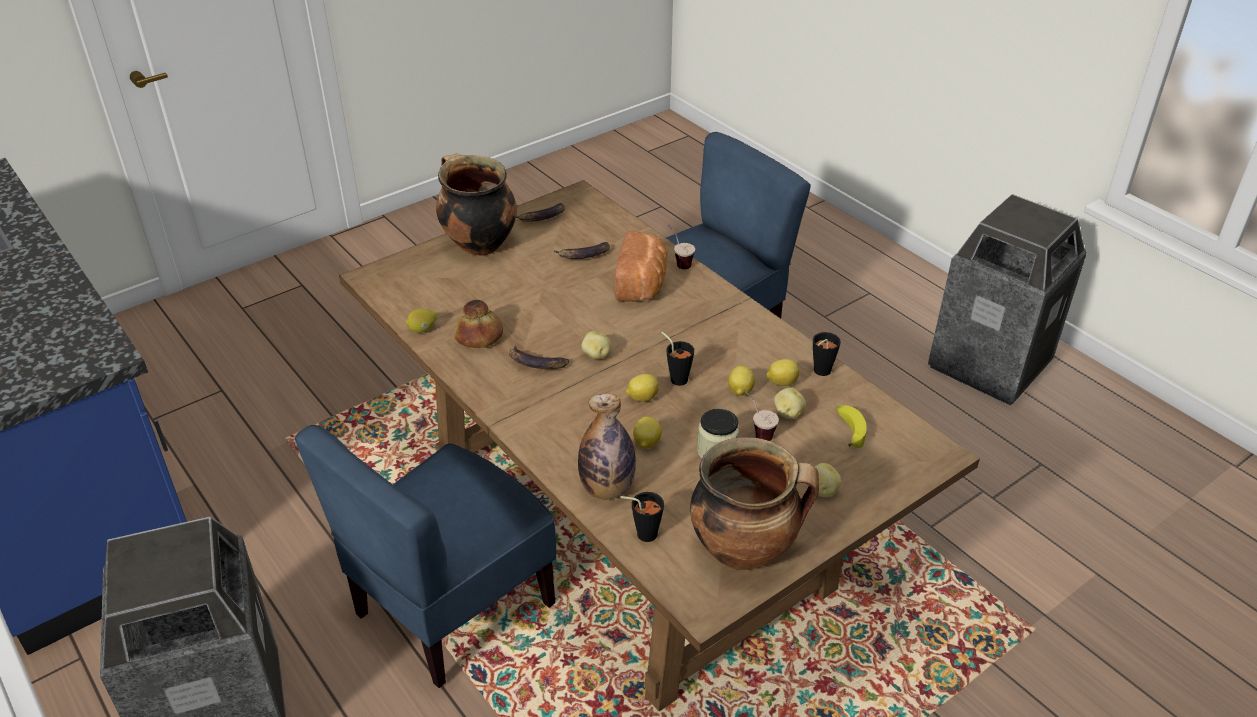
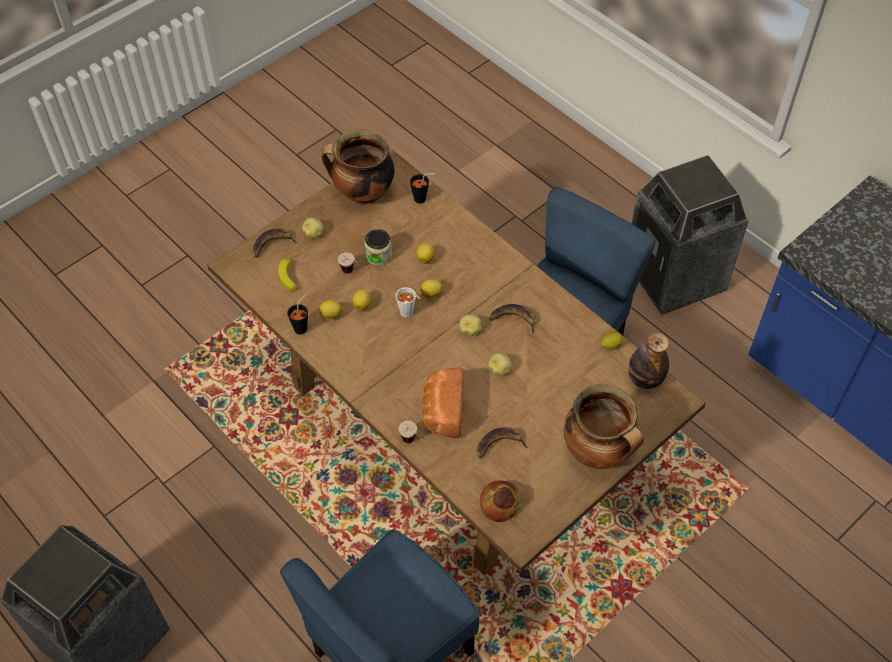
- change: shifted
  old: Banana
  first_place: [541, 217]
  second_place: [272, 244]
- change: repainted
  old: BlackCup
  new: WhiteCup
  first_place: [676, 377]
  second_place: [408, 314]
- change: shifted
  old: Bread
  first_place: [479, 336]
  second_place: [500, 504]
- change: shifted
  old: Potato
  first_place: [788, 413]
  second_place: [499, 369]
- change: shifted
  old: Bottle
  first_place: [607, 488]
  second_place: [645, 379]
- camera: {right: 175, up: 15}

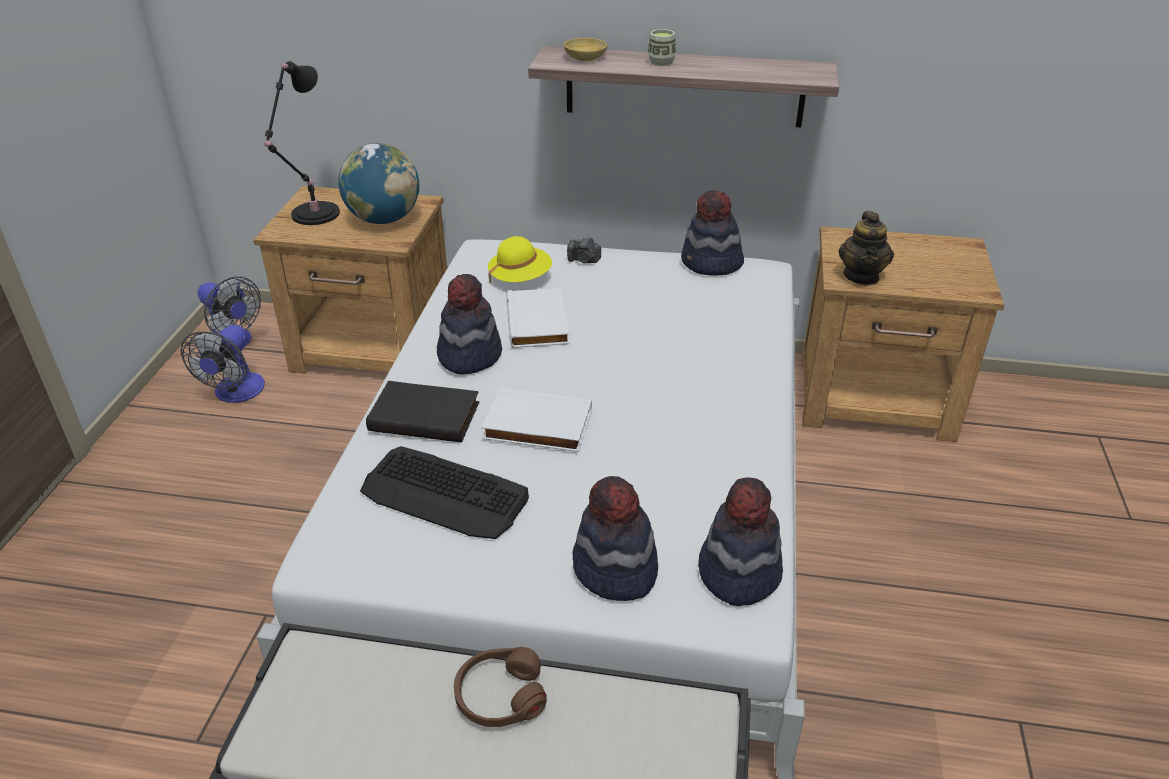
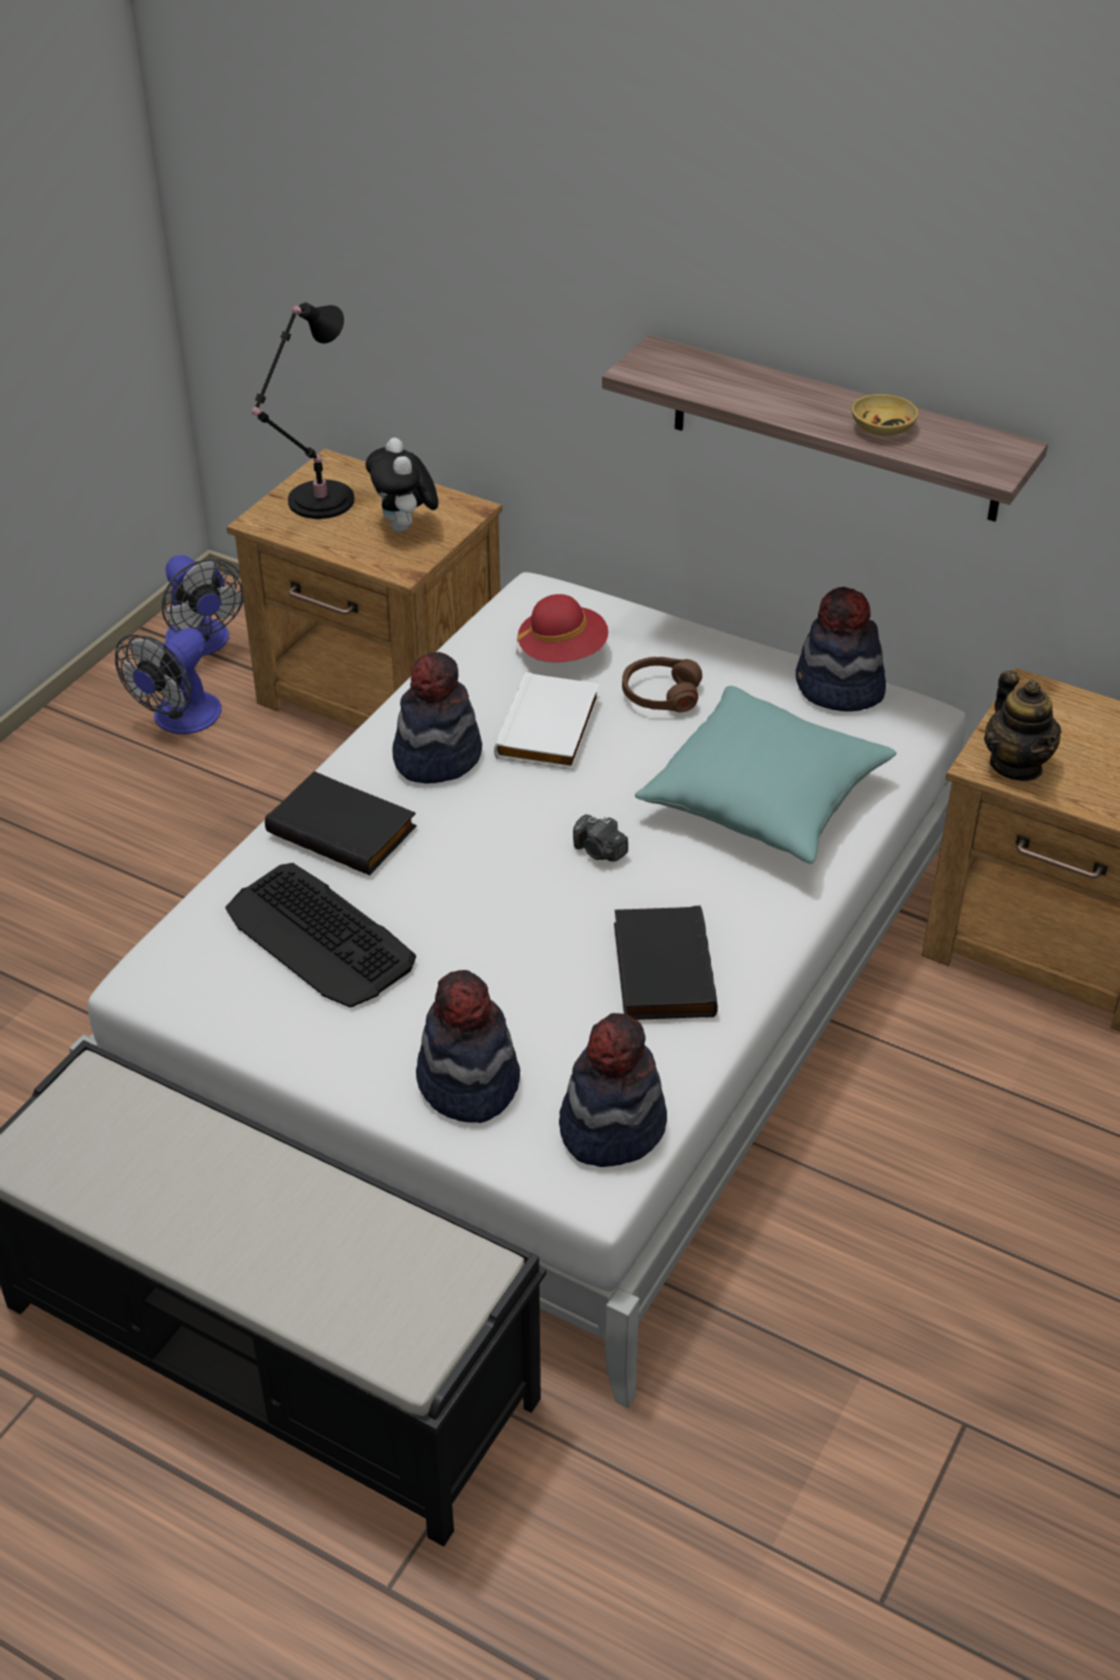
- change: swapped
  old: Globe
  new: PlushToy
  first_place: [384, 219]
  second_place: [405, 528]
- change: repainted
  old: YellowHat
  new: RedHat
  first_place: [520, 278]
  second_place: [562, 652]
- change: shifted
  old: PhotoCamera
  first_place: [584, 260]
  second_place: [599, 851]
- change: new
  new: BlackBook
  second_place: [660, 969]
- change: shifted
  old: BrownHeadphones
  first_place: [500, 696]
  second_place: [660, 694]
- change: new
  new: TurquoisePillow
  second_place: [765, 799]
- change: shifted
  old: BeigeBowl
  first_place: [585, 57]
  second_place: [882, 427]
- change: rotated
  old: Teapot
  first_place: [861, 276]
  second_place: [1016, 765]
  degrees: -45
- change: gone
  old: WhiteBook
  first_place: [536, 427]
- change: gone
  old: Cup
  first_place: [661, 62]
- camera: {right: 20, up: 5}

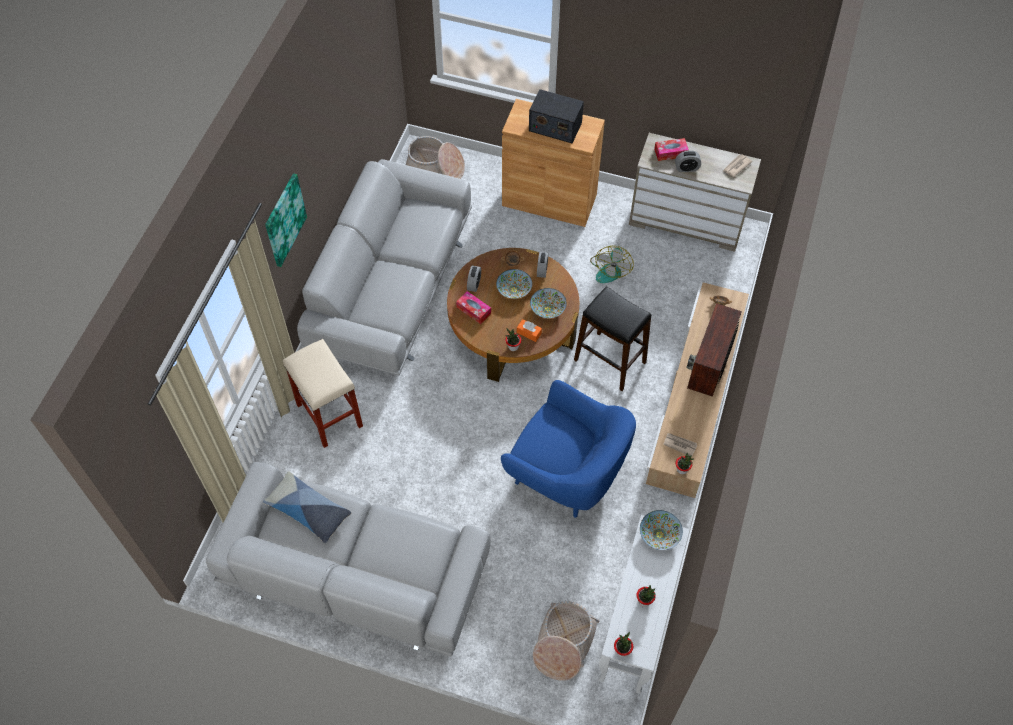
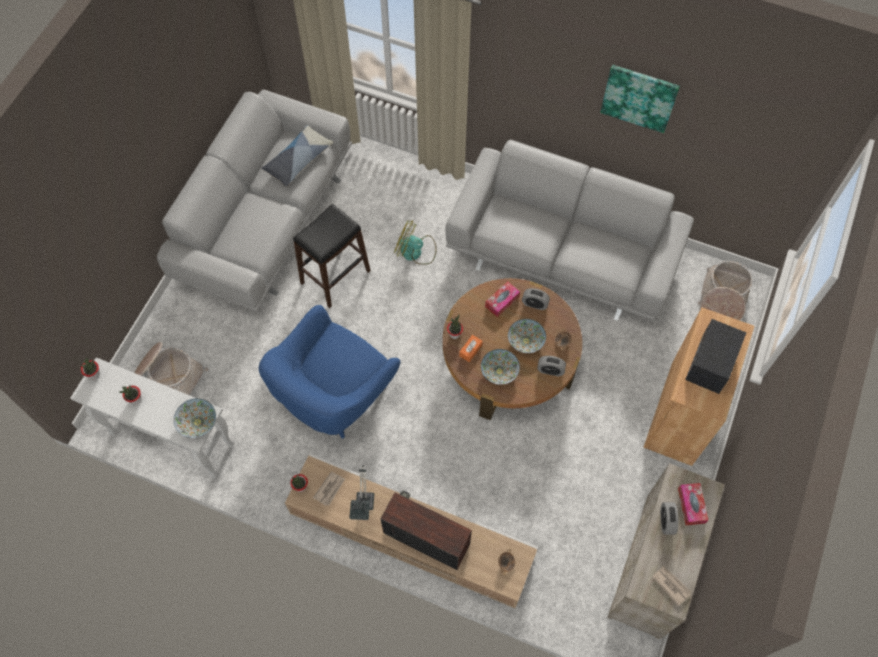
- change: shifted
  old: BlackStool
  first_place: [609, 361]
  second_place: [335, 276]
- change: new
  new: TableLamp
  second_place: [364, 506]
- change: shifted
  old: Fan
  first_place: [610, 269]
  second_place: [416, 251]
- change: shifted
  old: Picture
  first_place: [284, 220]
  second_place: [639, 97]
- change: gone
  old: BeigeStool
  first_place: [328, 415]
- camera: {right: 95, up: 5}

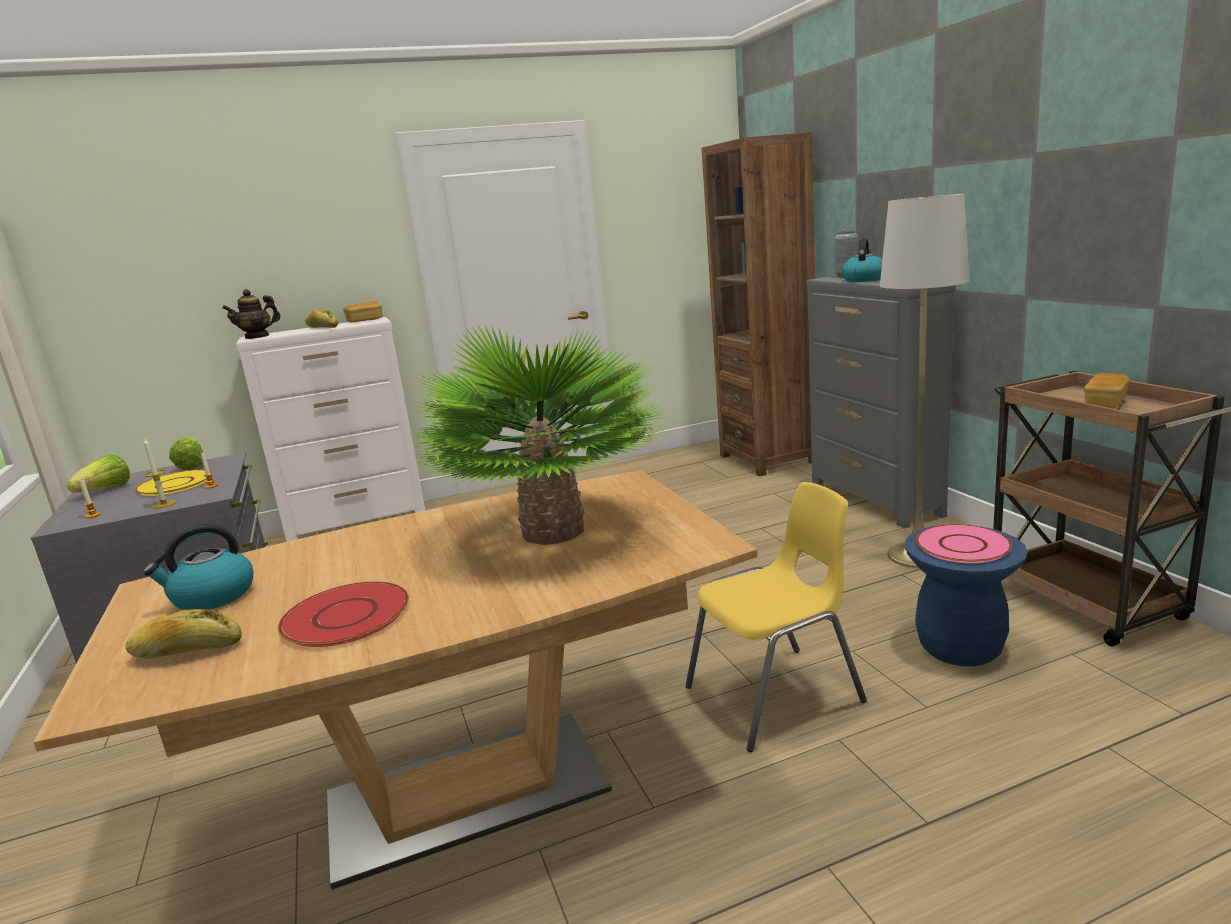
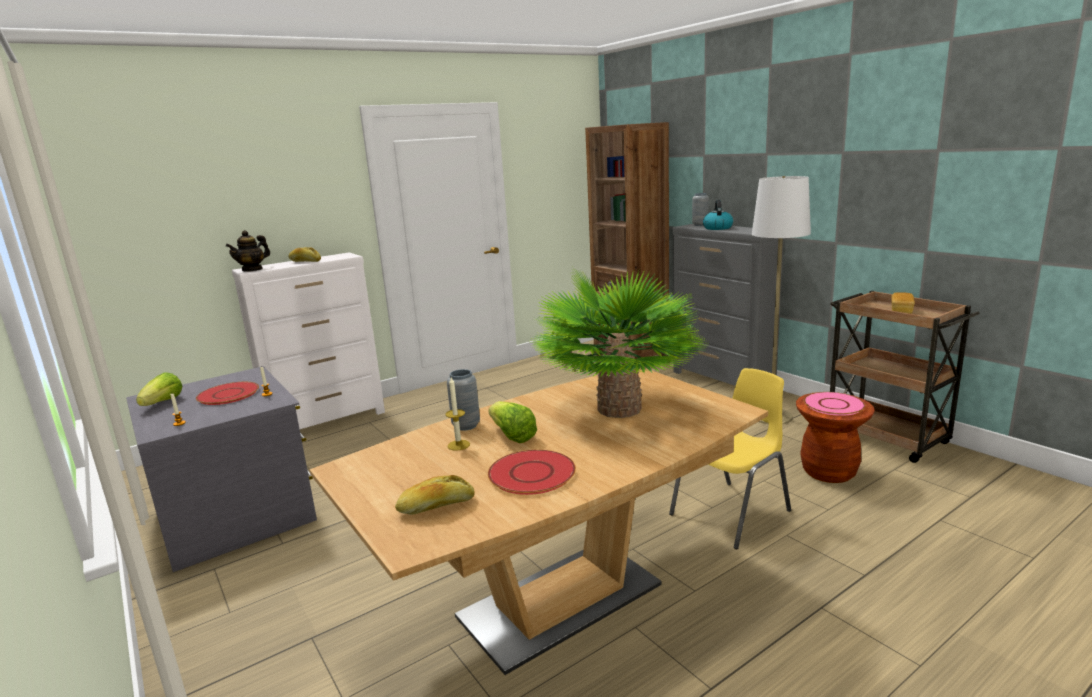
- change: repainted
  old: YellowPlate
  new: RedPlate
  first_place: [174, 484]
  second_place: [228, 394]
- change: shifted
  old: Candle
  first_place: [164, 504]
  second_place: [458, 445]
- change: new
  new: GreyVase
  second_place: [466, 426]
- change: shifted
  old: Lettuce
  first_place: [192, 466]
  second_place: [512, 436]
- change: repainted
  old: BlueStool
  new: BrownStool
  first_place: [960, 648]
  second_place: [828, 472]
- change: gone
  old: Kettle
  first_place: [212, 597]
- change: gone
  old: Bread
  first_place: [365, 320]
- camera: {right: -15, up: 0}

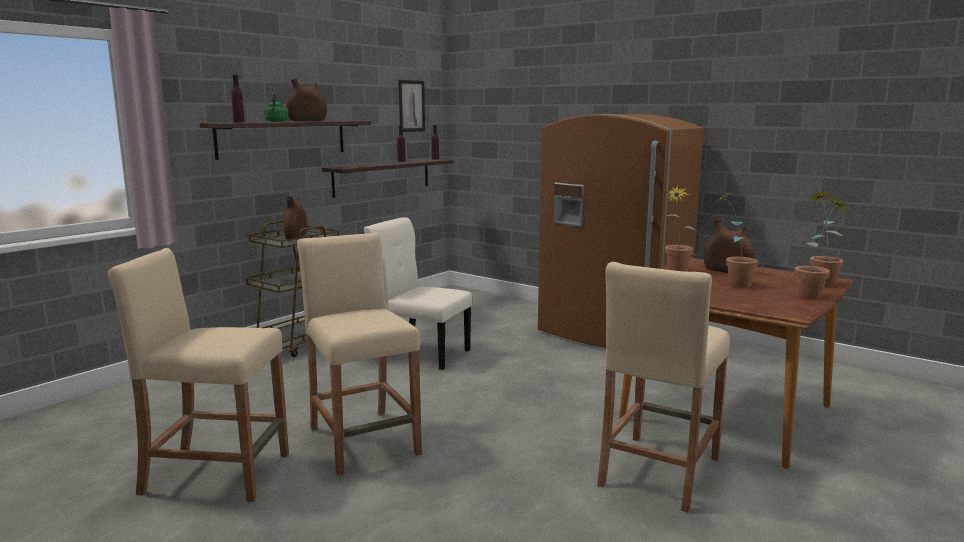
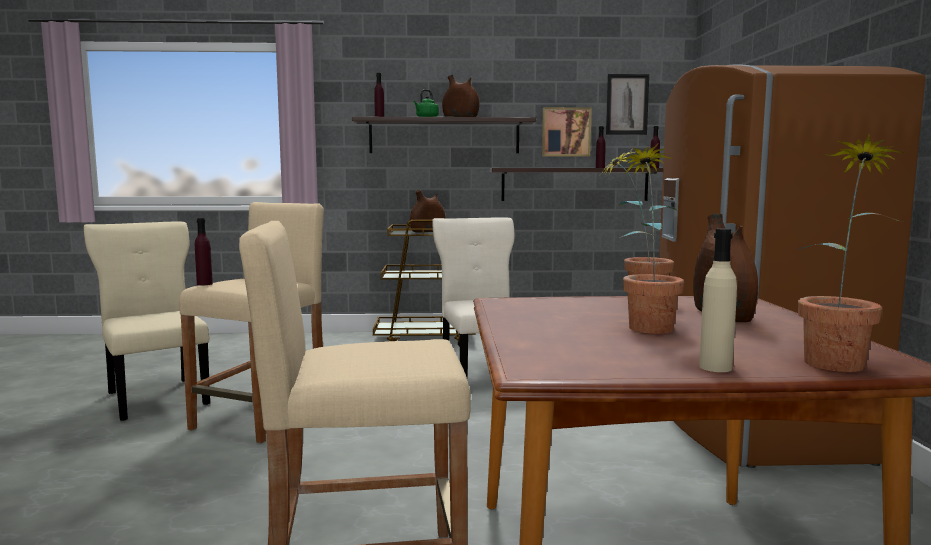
- change: swapped
  old: BeigeStool
  new: BeigeChair
  first_place: [216, 473]
  second_place: [157, 397]
- change: new
  new: PurpleBottle
  second_place: [204, 284]
- change: new
  new: Picture
  second_place: [566, 132]
- change: swapped
  old: PottedPlant
  new: BeigeBottle
  first_place: [815, 295]
  second_place: [715, 367]
- camera: {right: 50, up: -5}

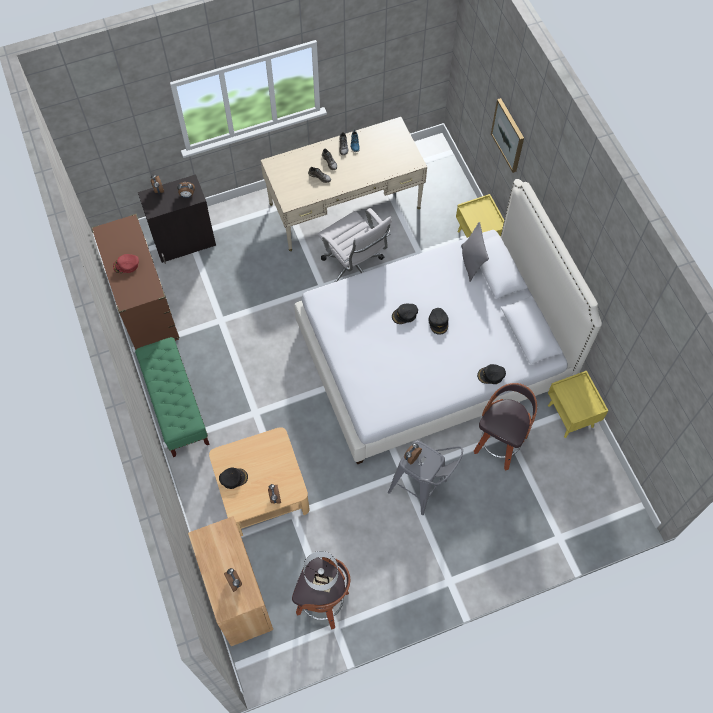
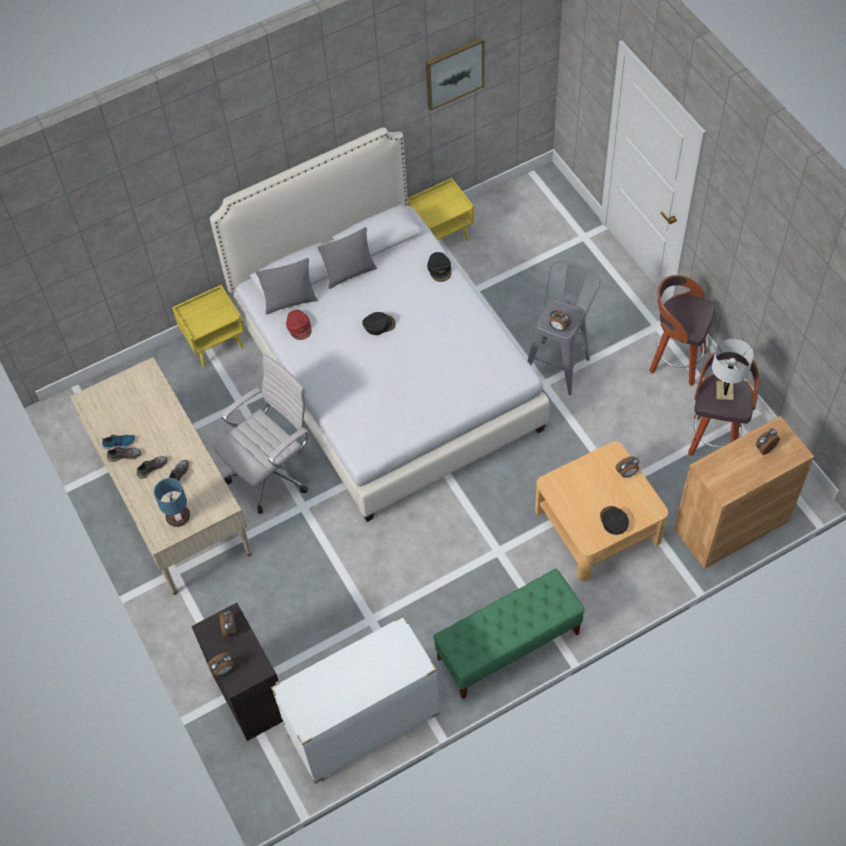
- change: new
  new: TableLamp
  second_place: [177, 516]
- change: repainted
  old: BrownDresser
  new: WhiteDresser
  first_place: [145, 306]
  second_place: [363, 724]
- change: shifted
  old: RedCap
  first_place: [126, 265]
  second_place: [299, 326]
- change: new
  new: GreyPillow
  second_place: [349, 273]
- change: shifted
  old: Picture
  first_place: [508, 135]
  second_place: [454, 72]
- change: shifted
  old: Stool
  first_place: [499, 445]
  second_place: [675, 361]
- change: gone
  old: BlackCap
  first_place: [404, 315]
- camera: {right: -95, up: -5}

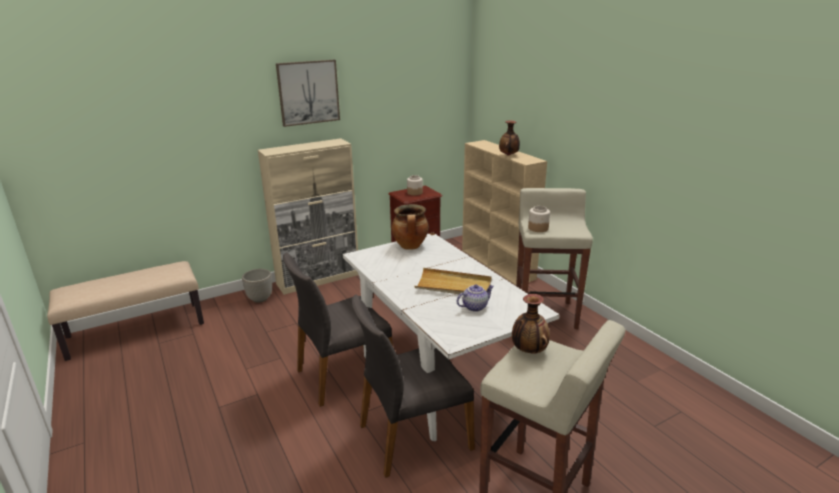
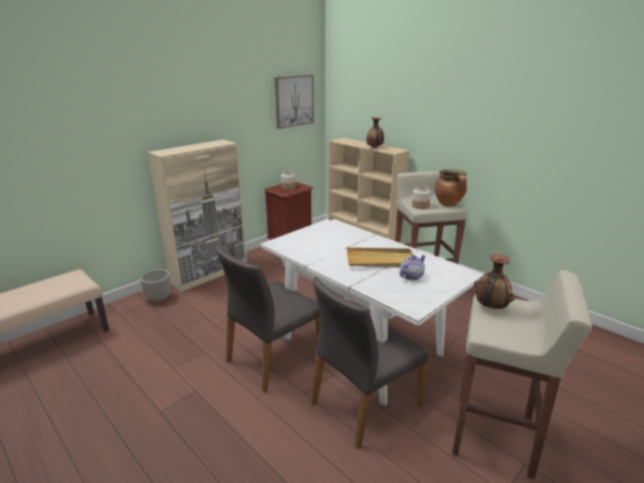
- change: shifted
  old: Picture
  first_place: [308, 92]
  second_place: [294, 101]
- change: shifted
  old: CookingPot
  first_place: [410, 246]
  second_place: [449, 204]
- camera: {right: -15, up: 0}

